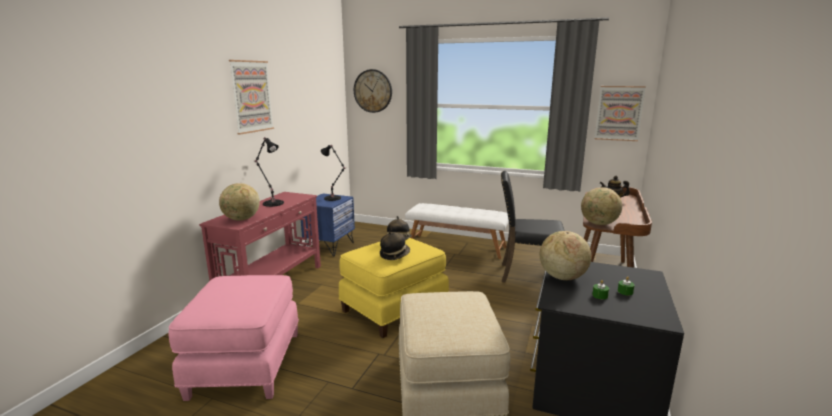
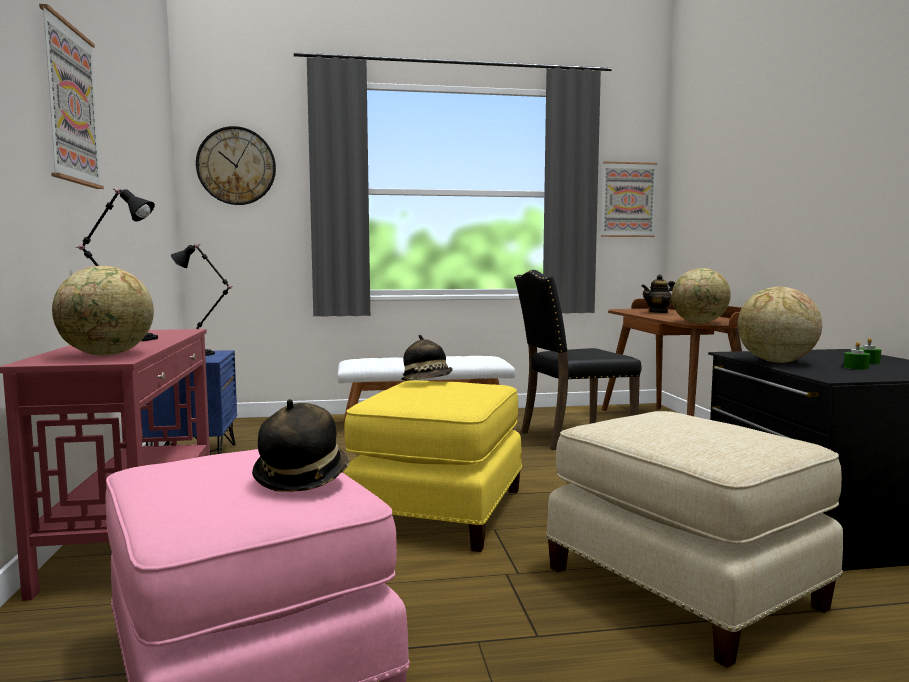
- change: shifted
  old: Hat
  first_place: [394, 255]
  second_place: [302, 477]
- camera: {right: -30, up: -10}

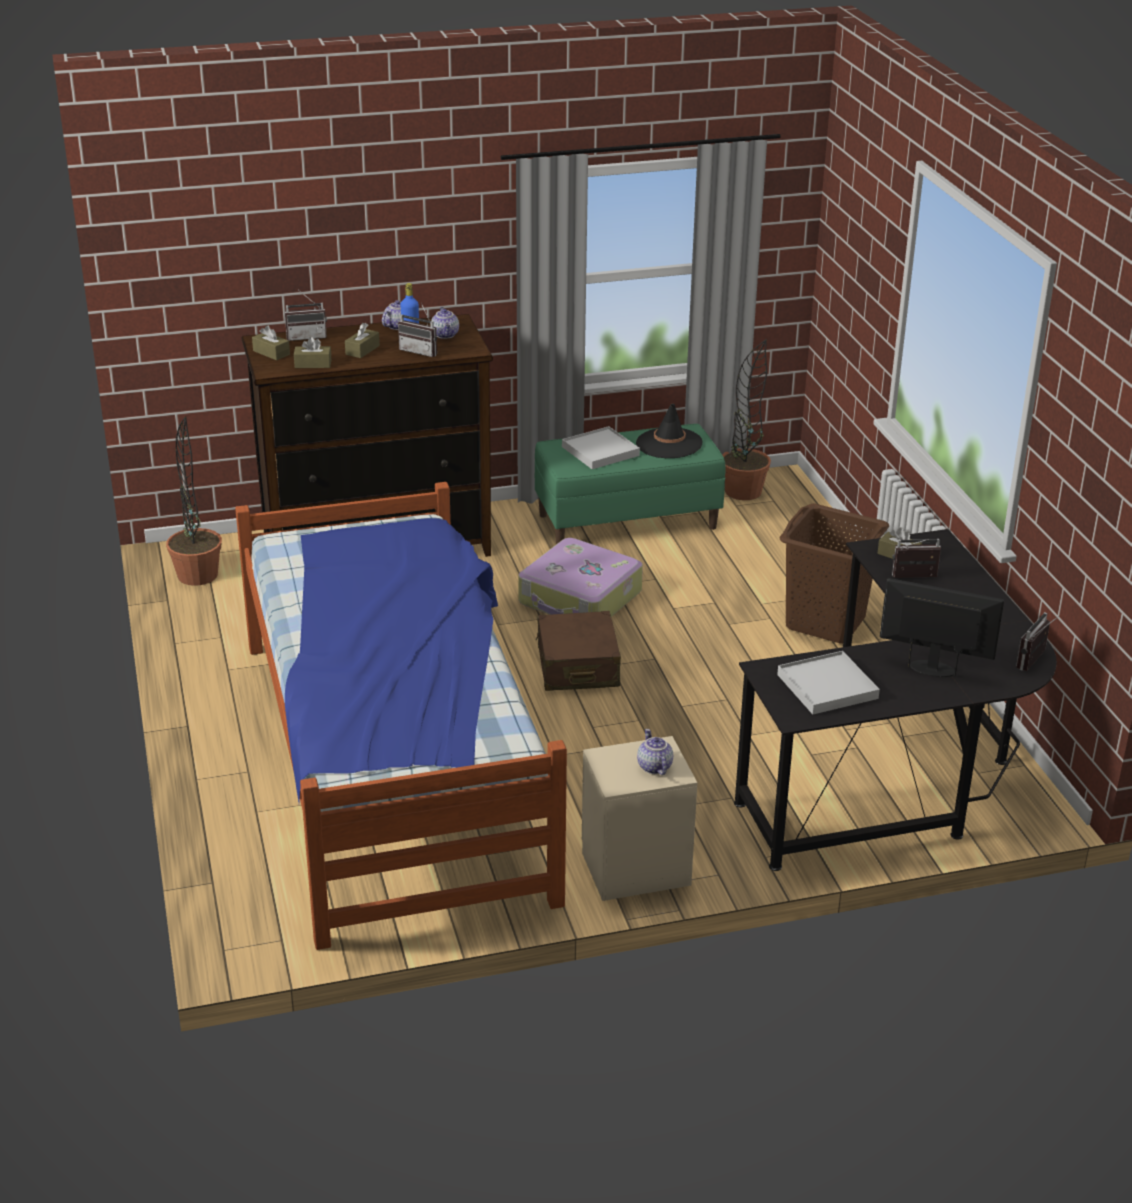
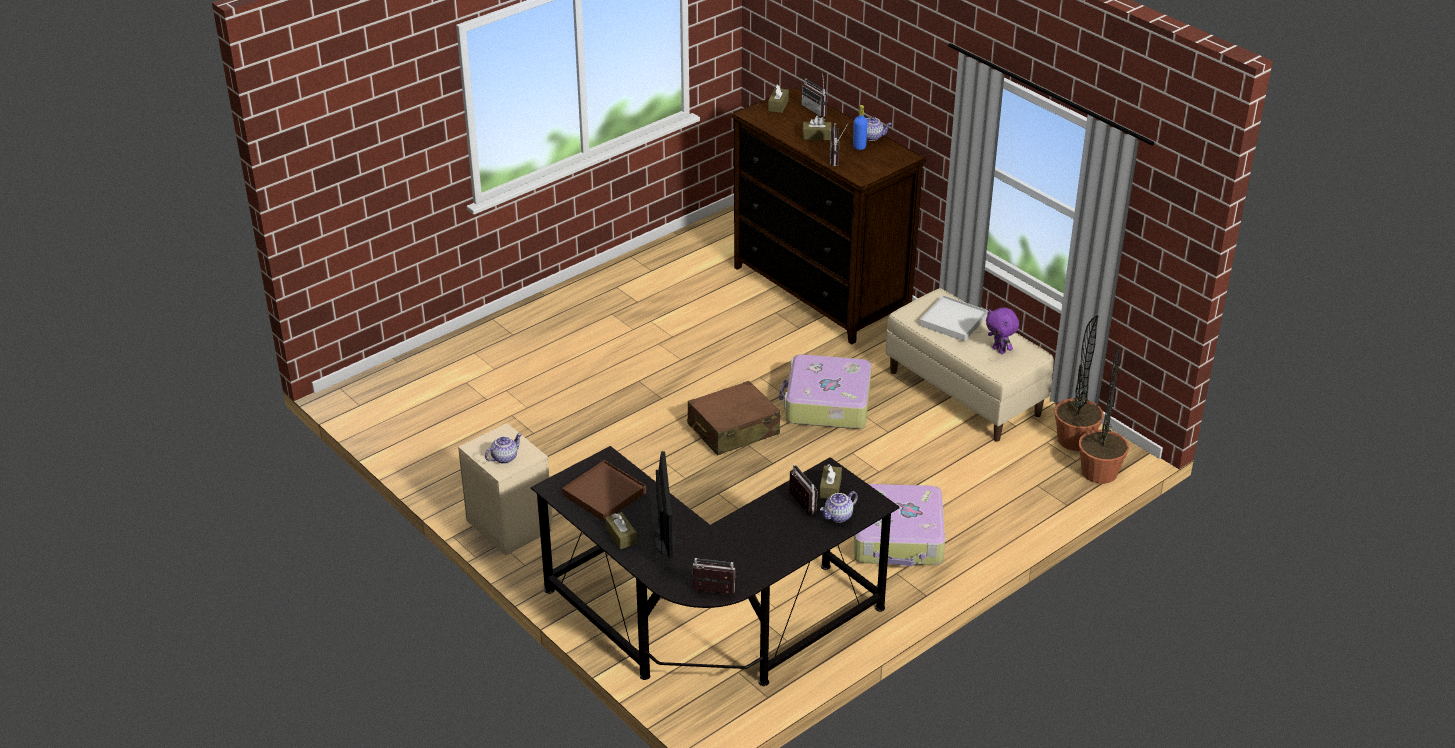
- change: repainted
  old: WhiteTray
  new: BrownTray
  first_place: [827, 687]
  second_place: [604, 493]
- change: shifted
  old: BrownTissueBox
  first_place: [313, 364]
  second_place: [621, 536]
- change: shifted
  old: Teapot
  first_place: [446, 335]
  second_place: [838, 517]
- change: swapped
  old: BrownLaundryBasket
  new: Suitcase
  first_place: [825, 622]
  second_place: [898, 537]
- change: repainted
  old: GreenBench
  new: BeigeBench
  first_place: [628, 521]
  second_place: [965, 393]
- change: swapped
  old: BlackHat
  new: PurplePlushToy
  first_place: [669, 444]
  second_place: [999, 350]
- change: shifted
  old: PottedPlant
  first_place: [197, 575]
  second_place: [1099, 472]
- change: gone
  old: Bed
  first_place: [394, 764]
- camera: {right: 65, up: 5}

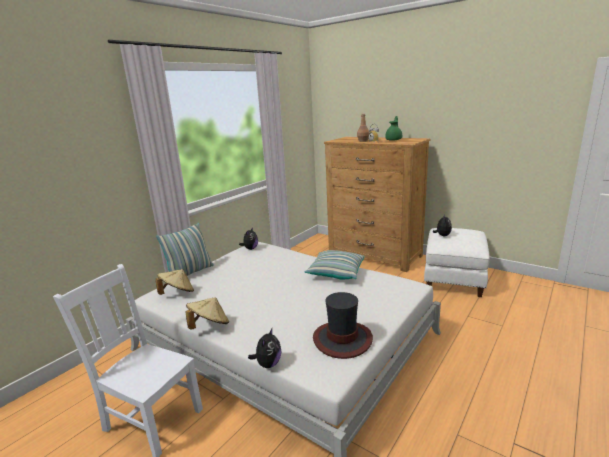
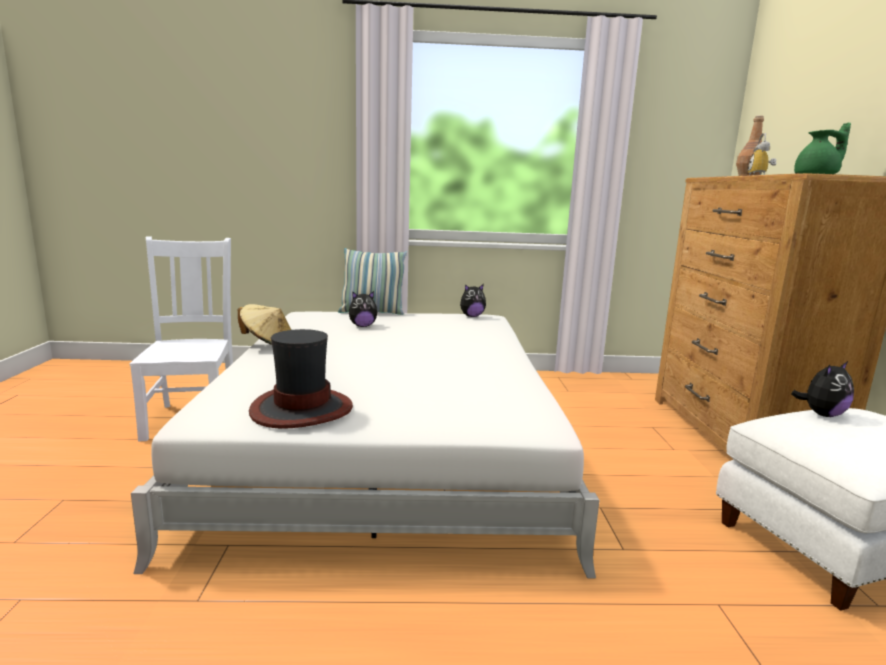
- change: shifted
  old: PlushToy
  first_place: [268, 364]
  second_place: [362, 326]
- change: gone
  old: BeigeHat
  first_place: [177, 293]
- change: gone
  old: Pillow
  first_place: [336, 273]
- camera: {right: 50, up: -5}

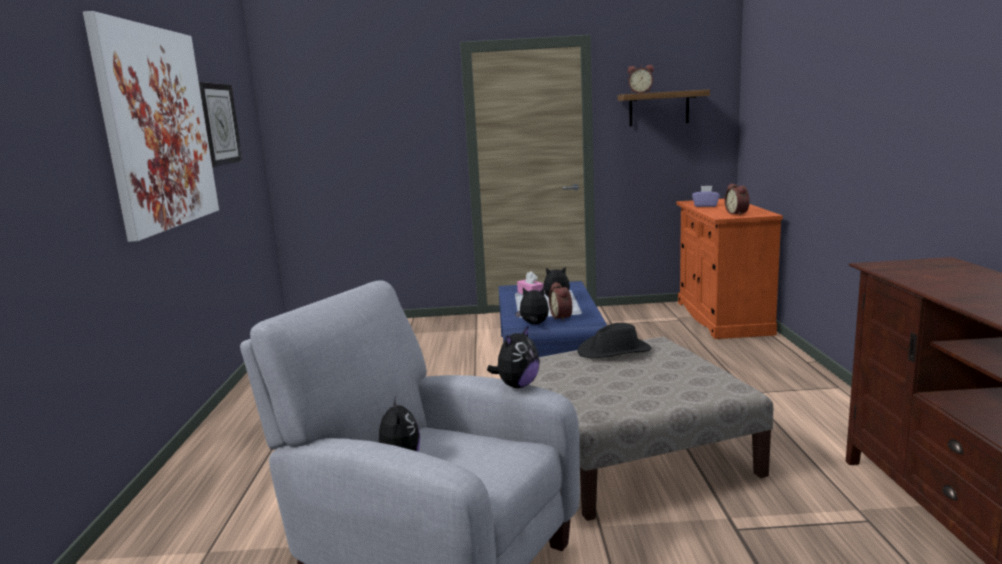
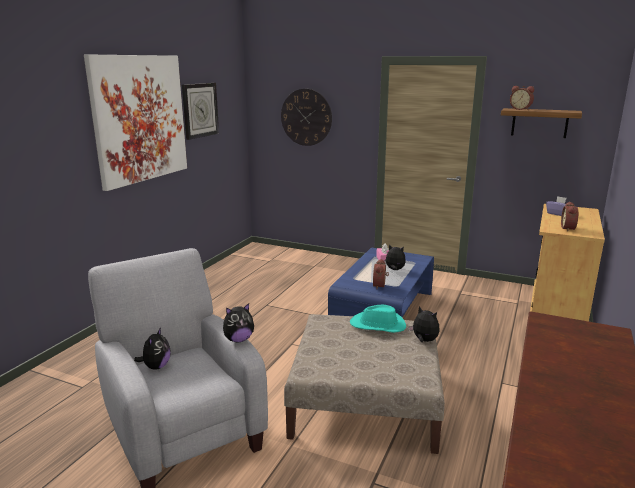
- change: new
  new: WallClock
  second_place: [306, 117]
- change: repainted
  old: BlackHat
  new: TurquoiseHat
  first_place: [614, 351]
  second_place: [378, 325]
- change: shifted
  old: PlushToy
  first_place: [534, 324]
  second_place: [424, 340]
- change: repainted
  old: OrangeCabinet
  new: BeigeCabinet
  first_place: [722, 317]
  second_place: [556, 310]
- camera: {right: 25, up: 5}

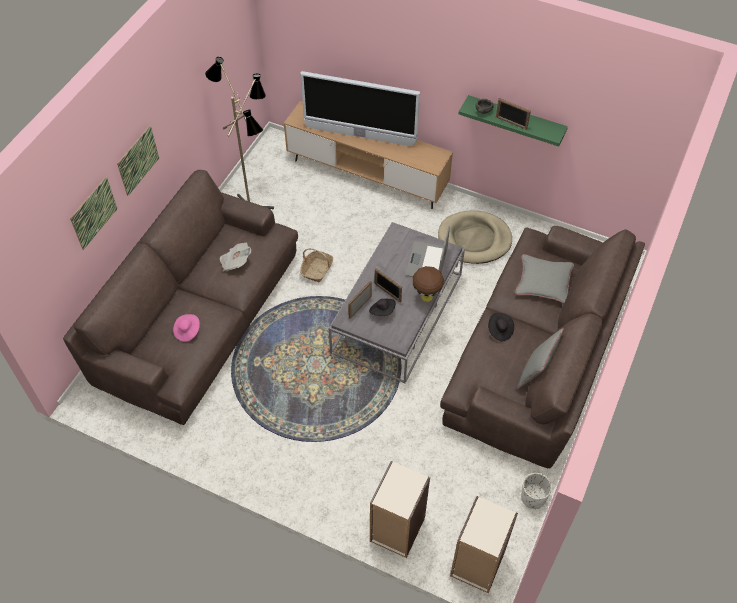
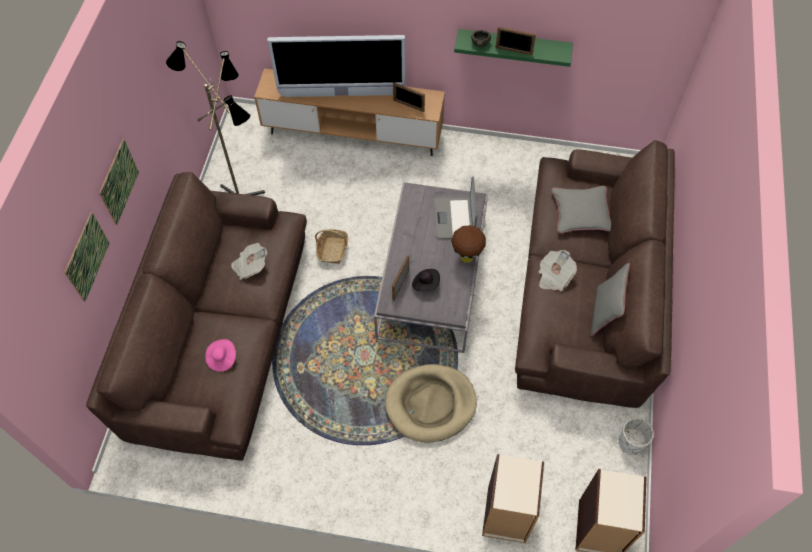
- change: shifted
  old: BeigeDogBed
  first_place: [474, 239]
  second_place: [430, 404]
- change: shifted
  old: PictureFrame
  first_place: [387, 292]
  second_place: [408, 105]
- change: swapped
  old: BlackHat
  new: Newspaper
  first_place: [499, 330]
  second_place: [554, 276]
- camera: {right: -15, up: 5}

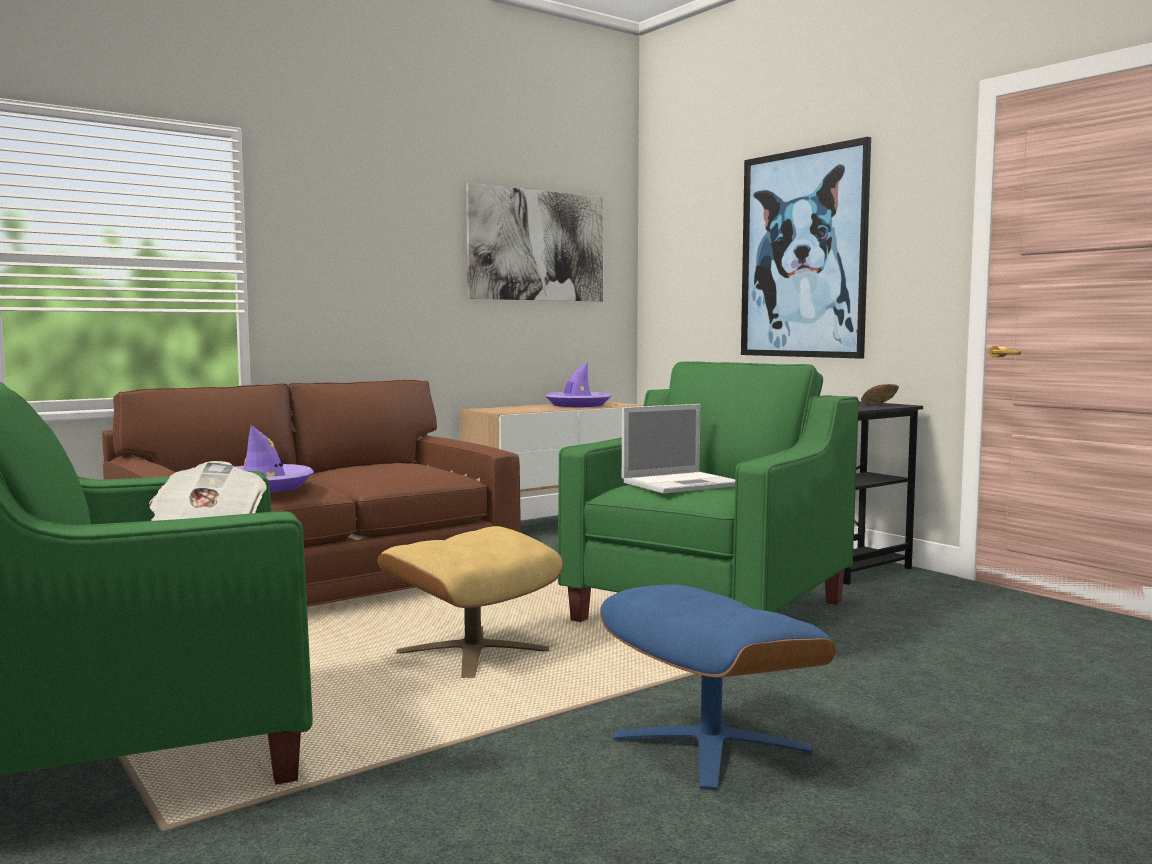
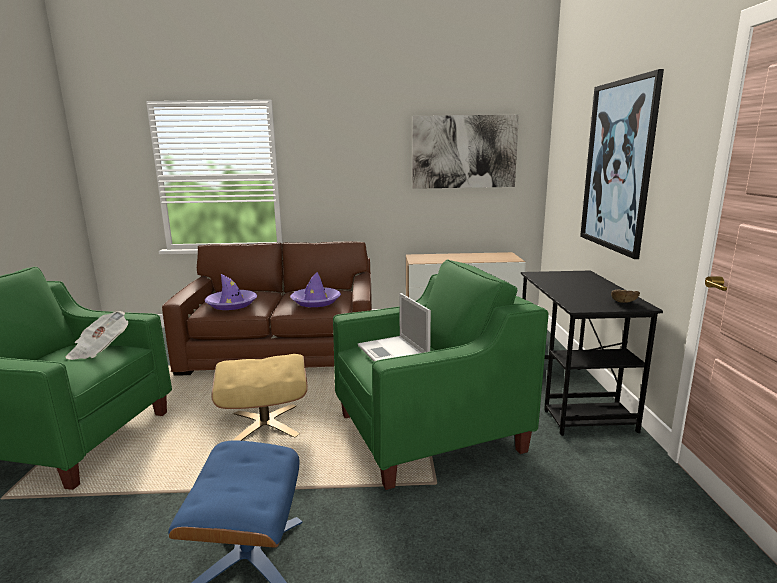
- change: shifted
  old: PurpleHat
  first_place: [578, 405]
  second_place: [316, 301]
- change: rotated
  old: Laptop
  first_place: [682, 483]
  second_place: [393, 353]
  degrees: 60
- camera: {right: 35, up: 10}

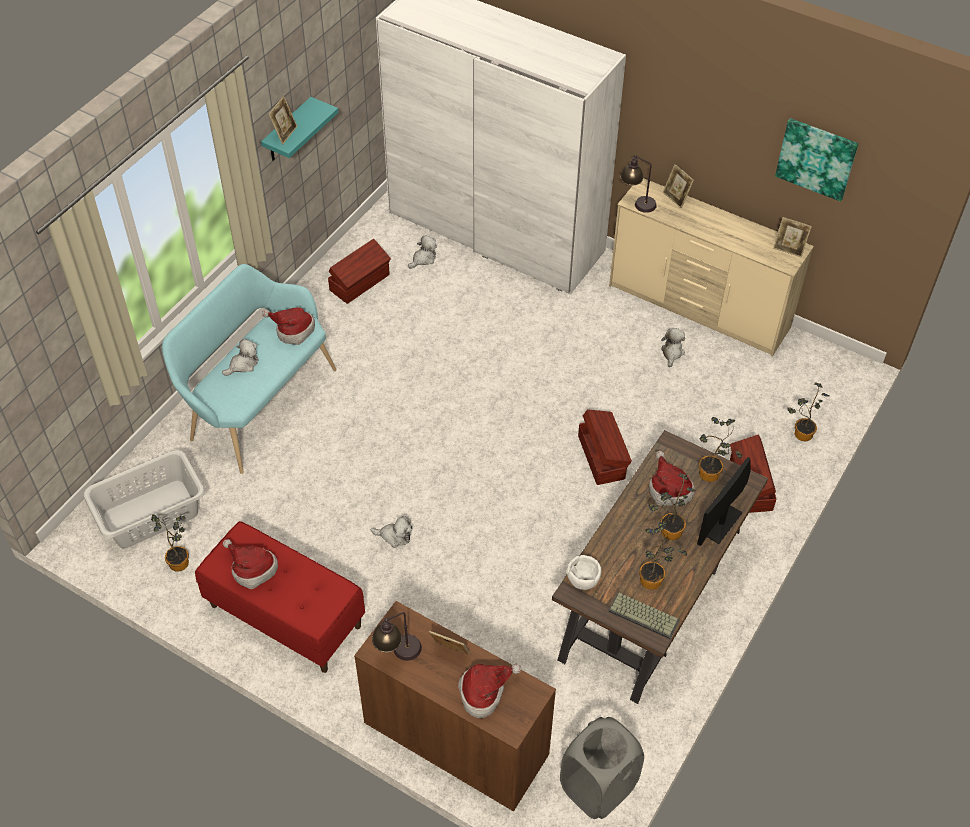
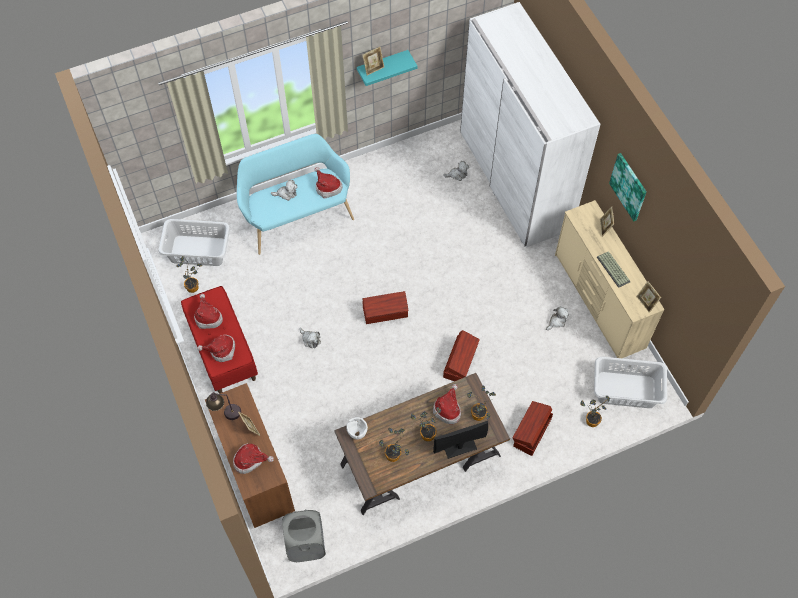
- change: new
  new: Hat
  second_place: [221, 350]
- change: shifted
  old: BrownStorageBox
  first_place: [360, 282]
  second_place: [385, 312]
- change: new
  new: GreyLaundryBasket
  second_place: [626, 390]
- change: shifted
  old: Keyboard
  first_place: [645, 615]
  second_place: [614, 269]
- change: shifted
  old: Picture
  first_place: [816, 158]
  second_place: [629, 186]
- change: gone
  old: TableLamp
  first_place: [636, 204]
- camera: {right: 35, up: 10}

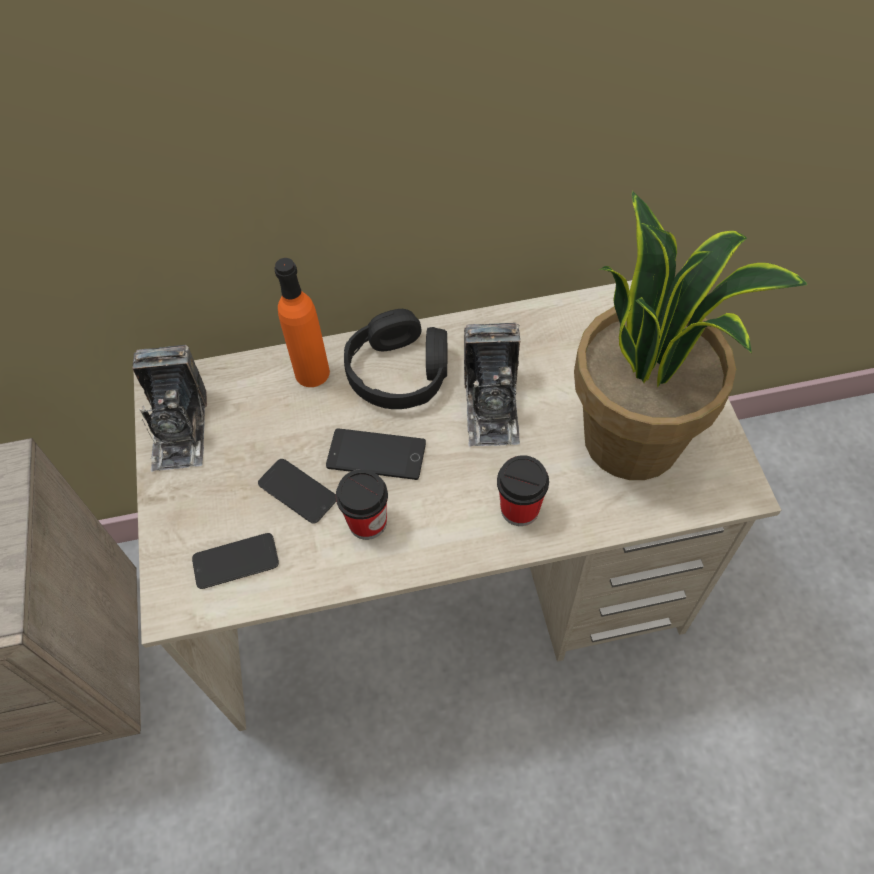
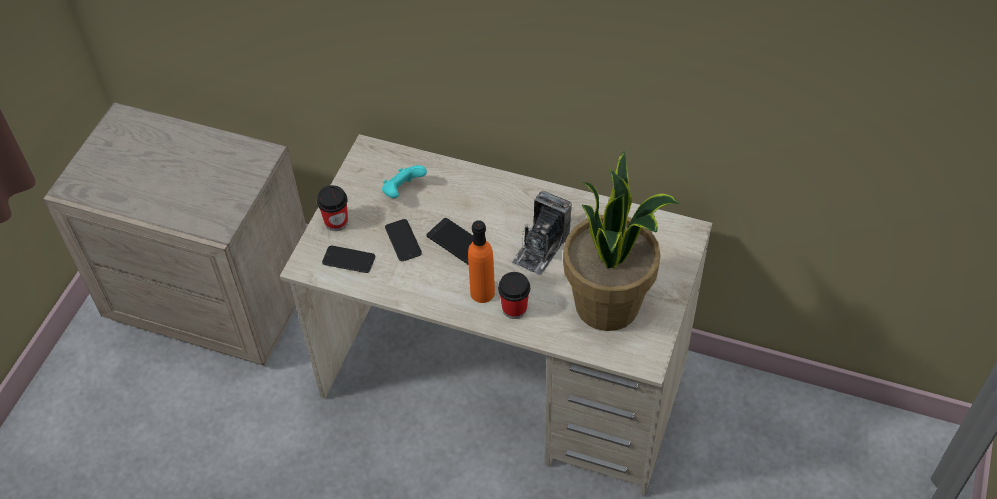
- change: shifted
  old: Cup
  first_place: [367, 522]
  second_place: [336, 222]
- change: new
  new: TurquoiseGameController
  second_place: [403, 191]
- change: shifted
  old: OrangeBottle
  first_place: [312, 373]
  second_place: [482, 292]
- change: gone
  old: PhotoCamera
  first_place: [180, 429]
- change: gone
  old: BlackHeadphones
  first_place: [399, 372]
- camera: {right: 30, up: -5}

